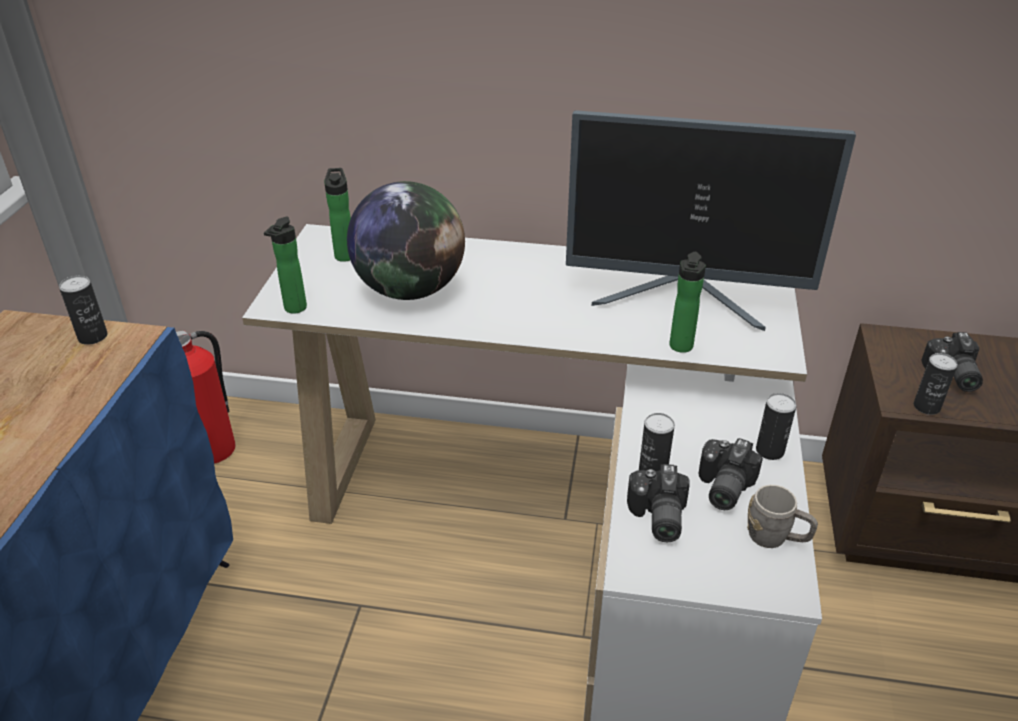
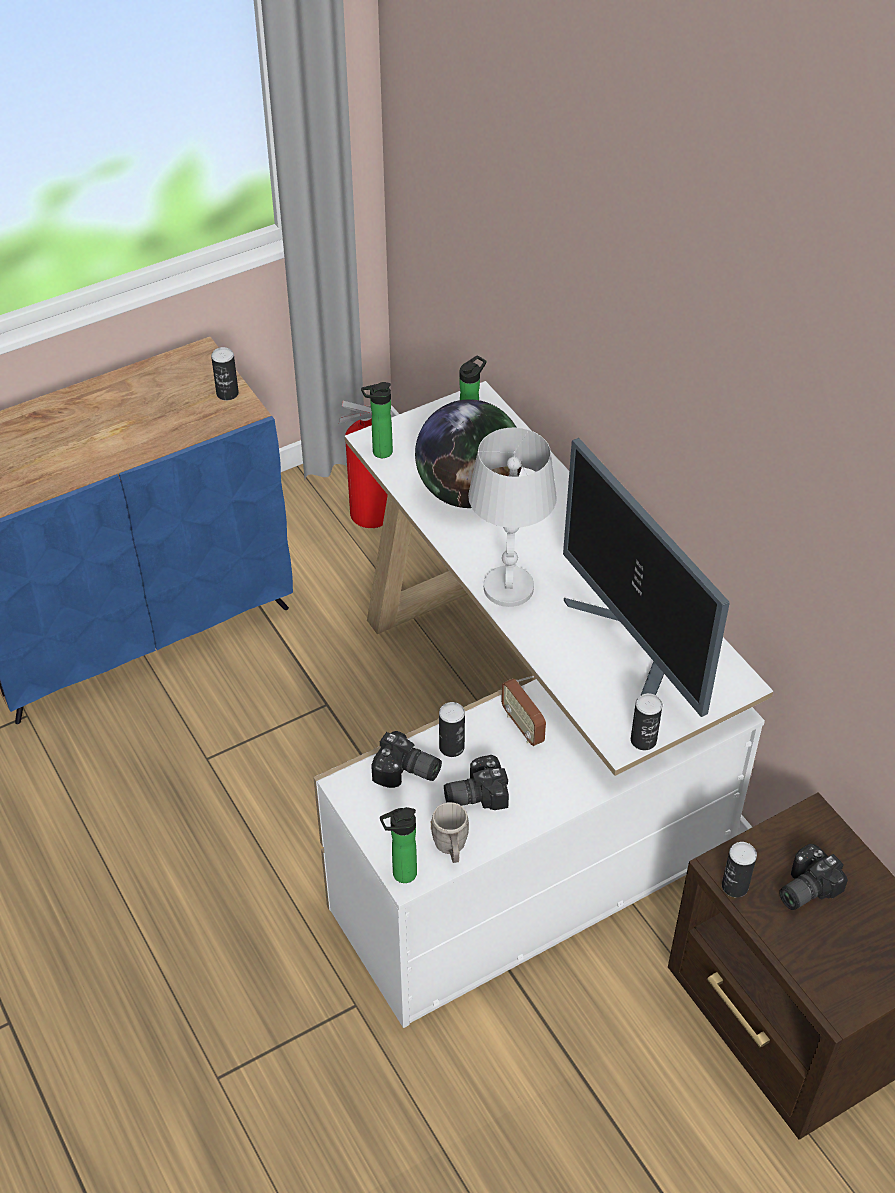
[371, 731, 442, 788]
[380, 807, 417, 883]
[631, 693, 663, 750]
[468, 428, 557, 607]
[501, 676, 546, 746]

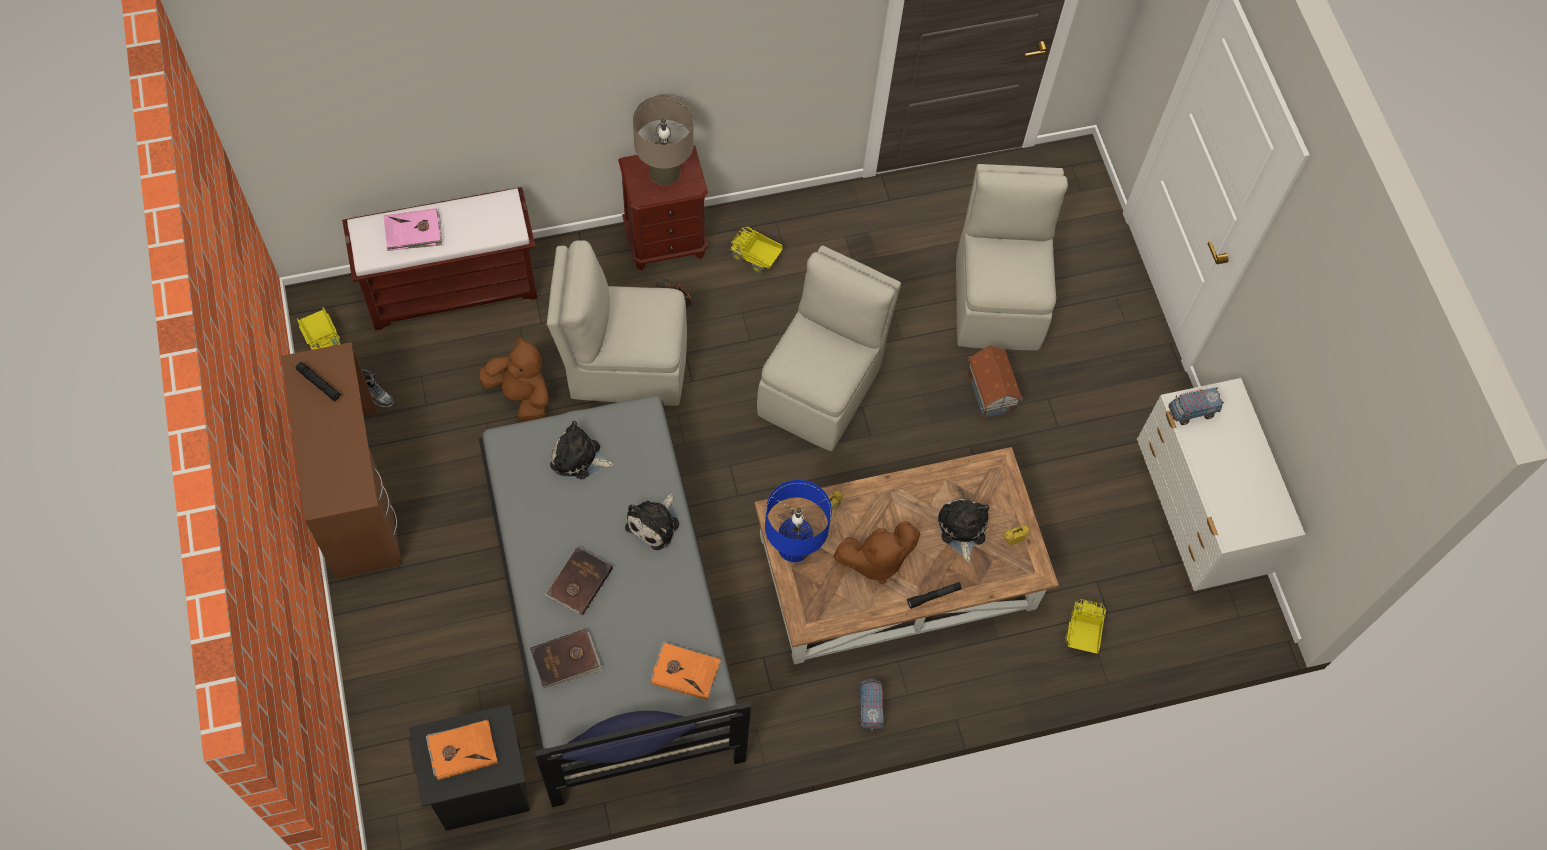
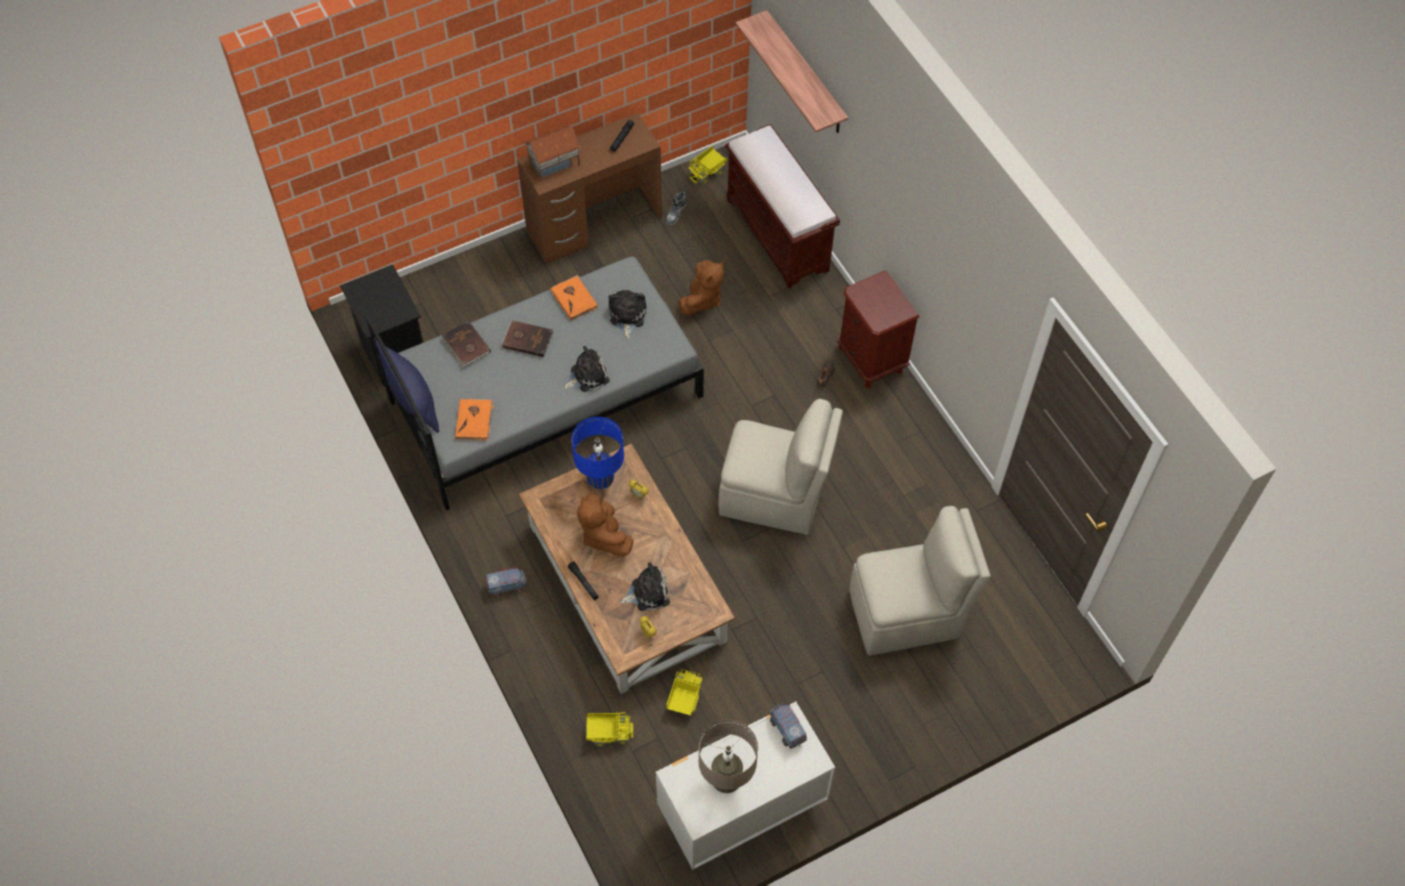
[384, 208, 442, 251] (first image)
[551, 275, 598, 321]
[547, 240, 687, 406] (first image)
[563, 346, 610, 392]
[699, 719, 758, 793]
[666, 669, 702, 715]
[524, 126, 581, 179]
[736, 10, 848, 133]

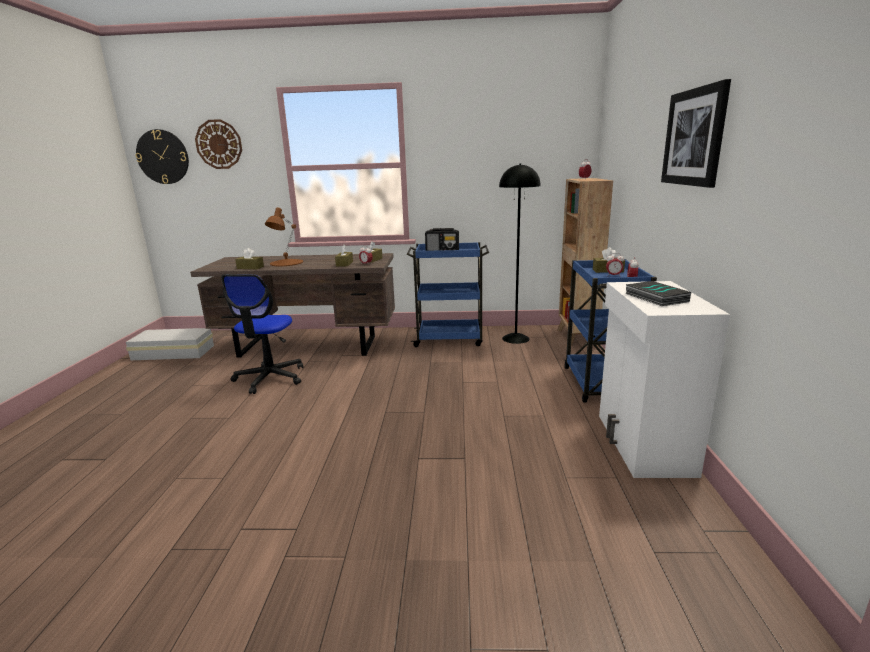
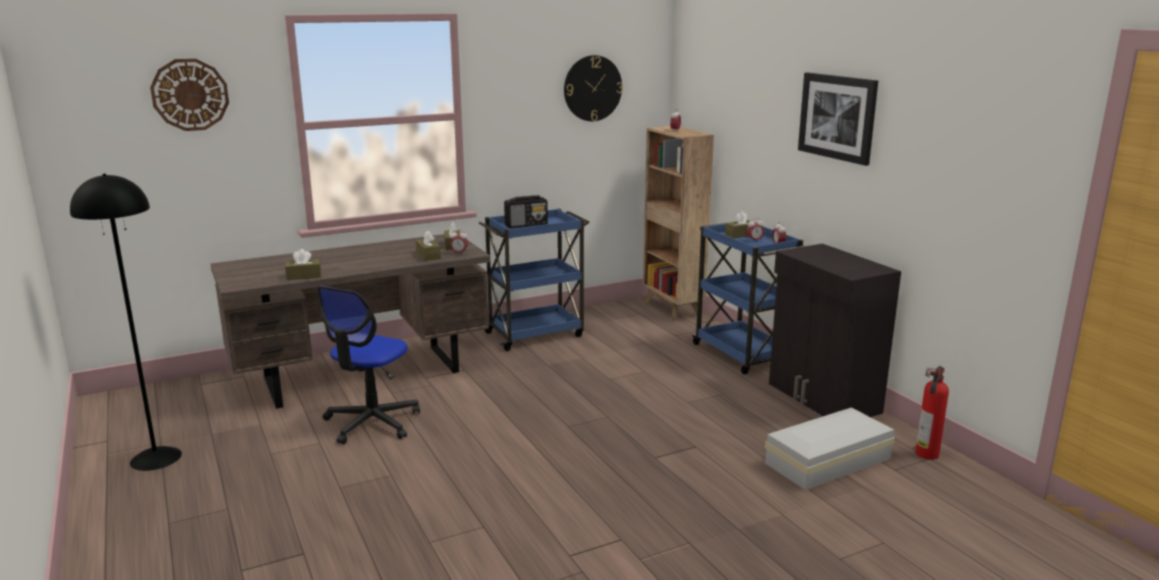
[765, 407, 895, 490]
[564, 55, 623, 121]
[317, 286, 420, 444]
[265, 207, 303, 266] (first image)
[70, 174, 182, 471]
[769, 244, 901, 417]
[625, 281, 691, 306] (first image)
[915, 366, 949, 460]

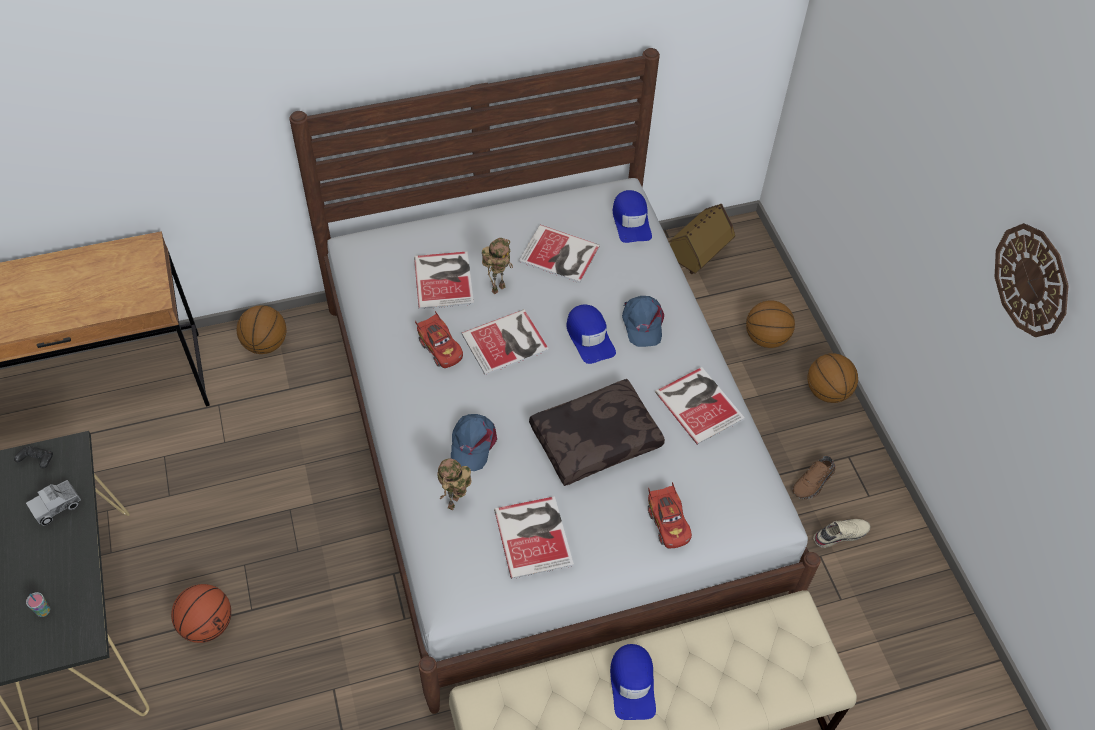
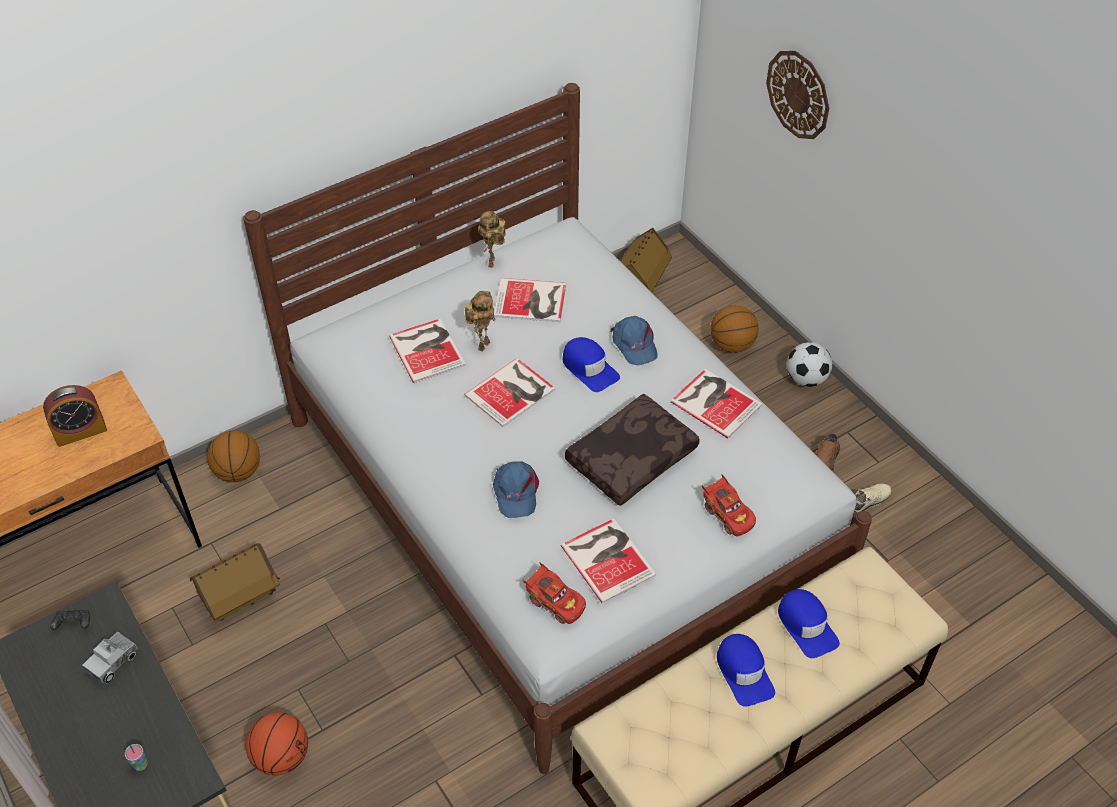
[522, 562, 586, 624]
[478, 211, 506, 267]
[778, 589, 840, 658]
[787, 342, 832, 387]
[766, 51, 829, 139]
[43, 385, 107, 447]
[190, 543, 280, 623]

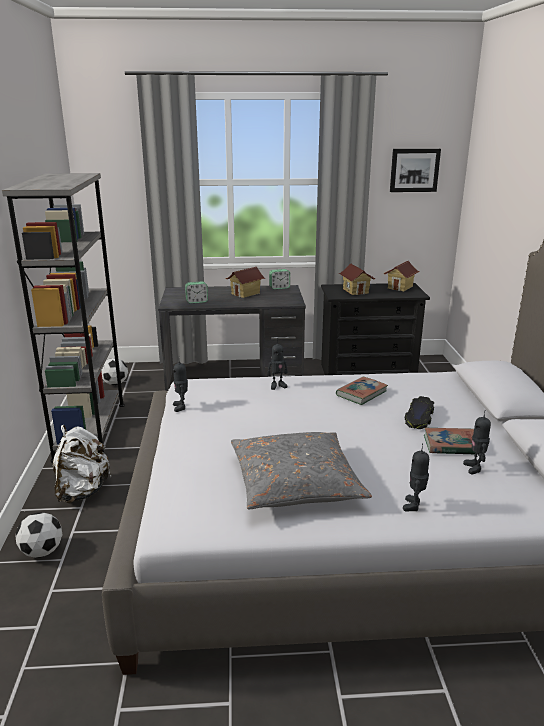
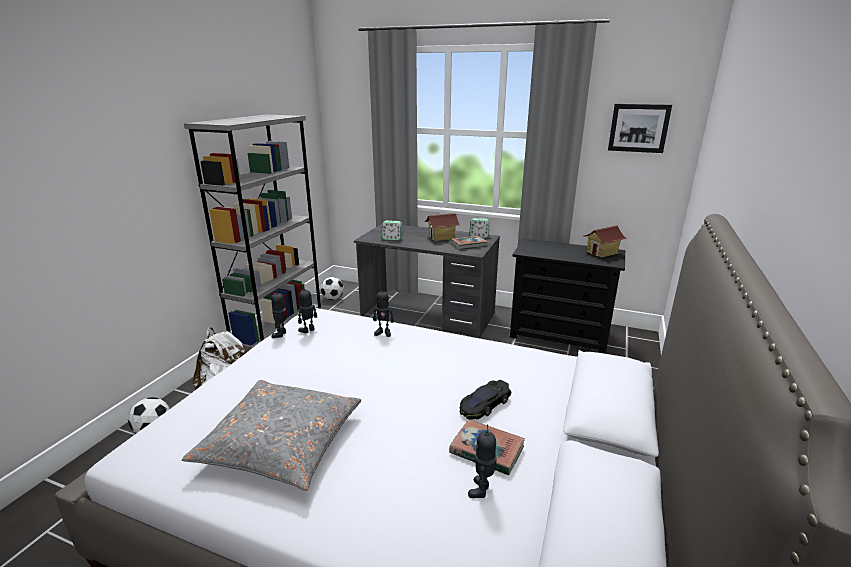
[450, 235, 488, 250]
[339, 264, 376, 295] (first image)
[298, 287, 317, 333]

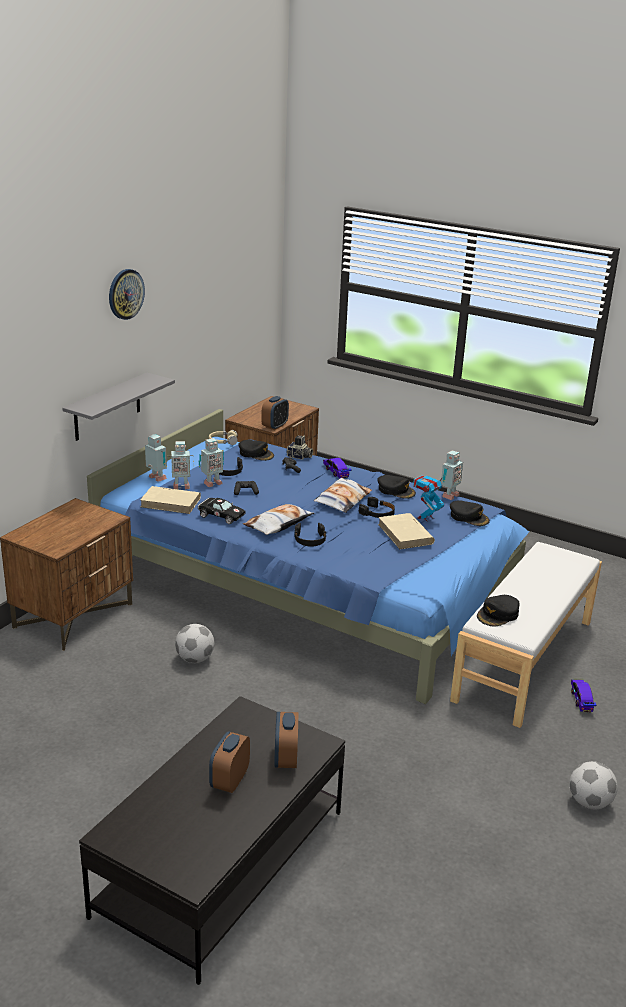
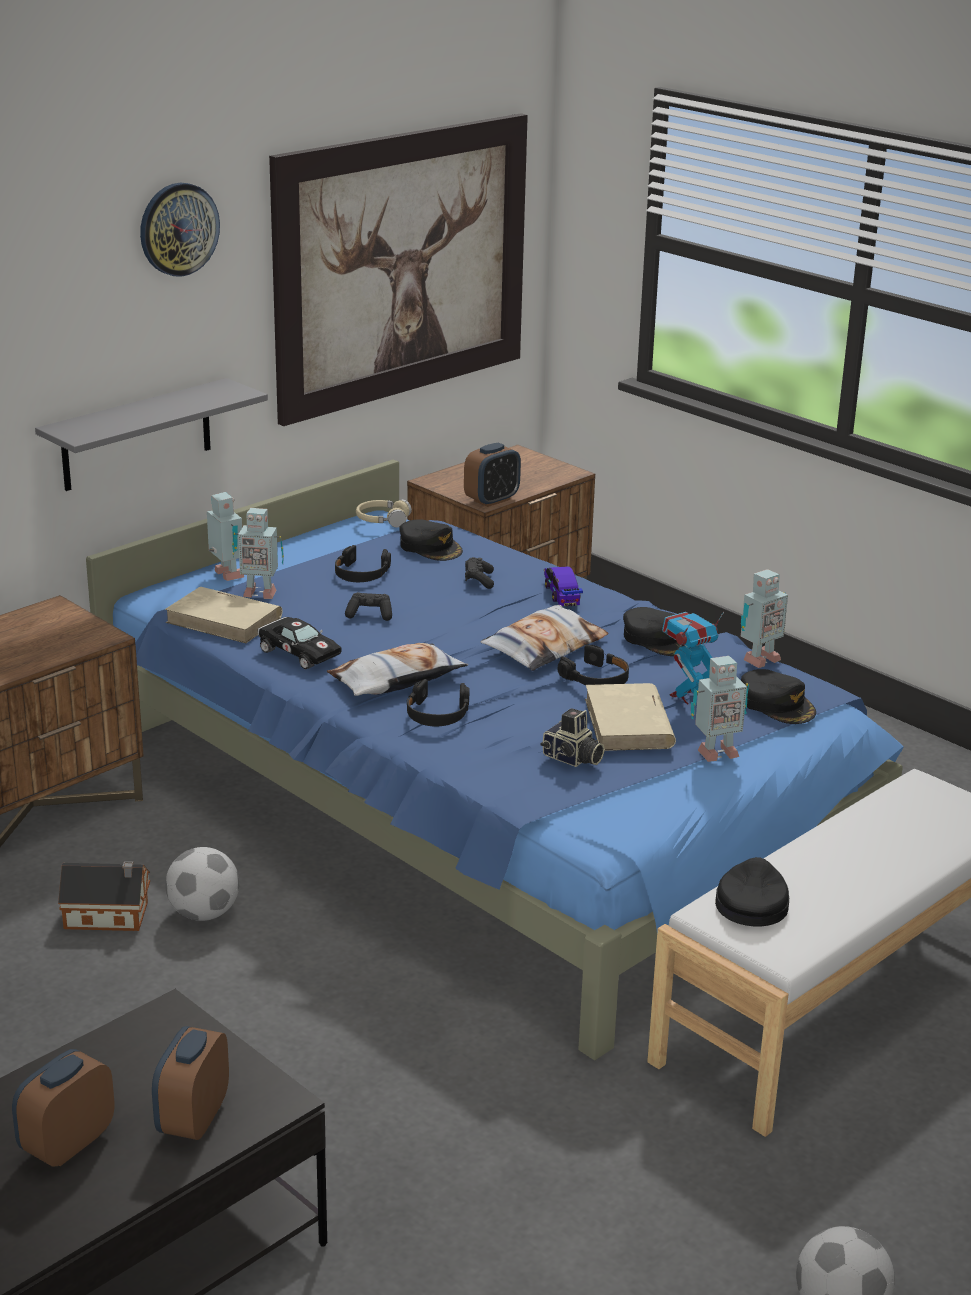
[691, 656, 749, 762]
[540, 708, 605, 767]
[715, 857, 789, 926]
[571, 679, 596, 712] (first image)
[58, 861, 150, 931]
[269, 113, 528, 426]

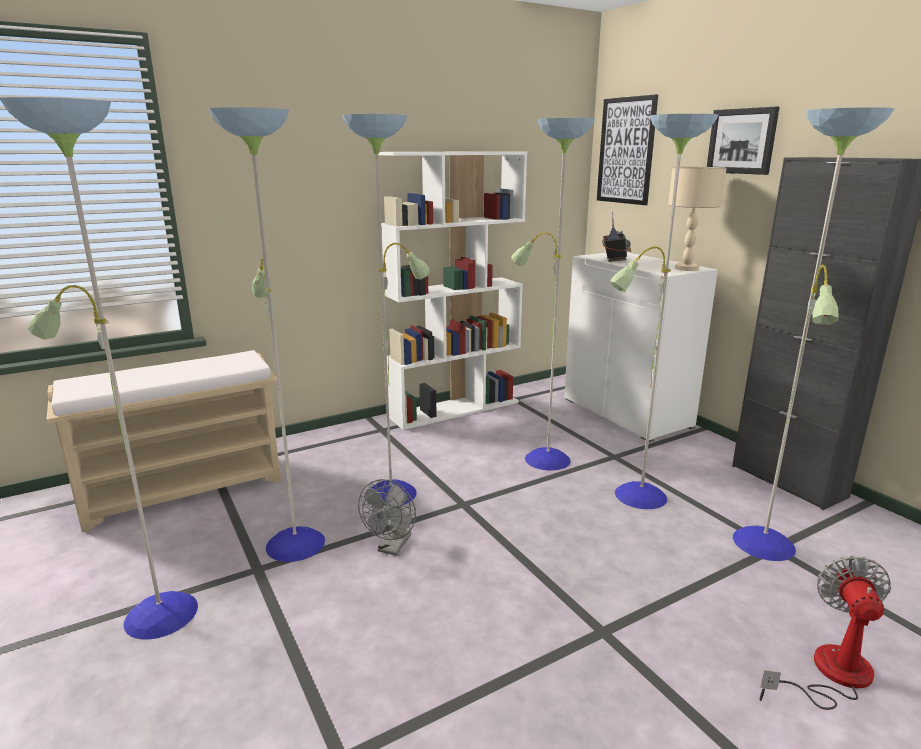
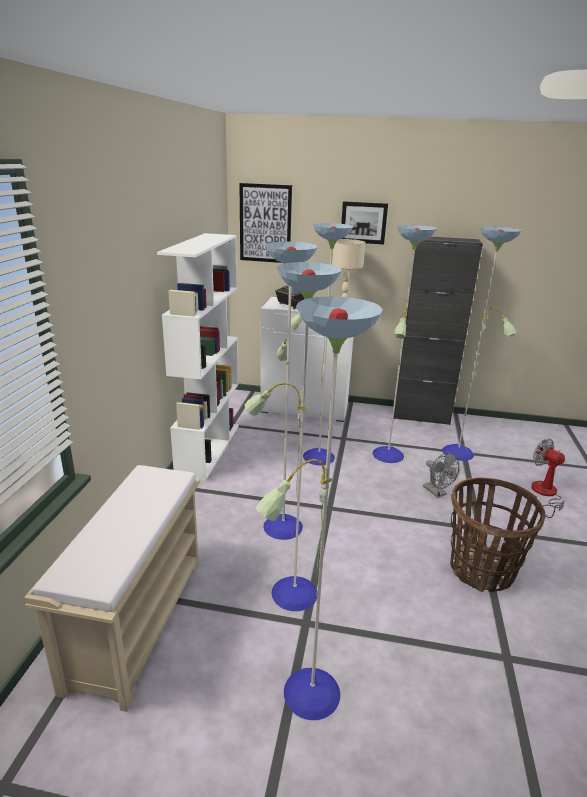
[423, 452, 459, 498]
[450, 477, 546, 592]

